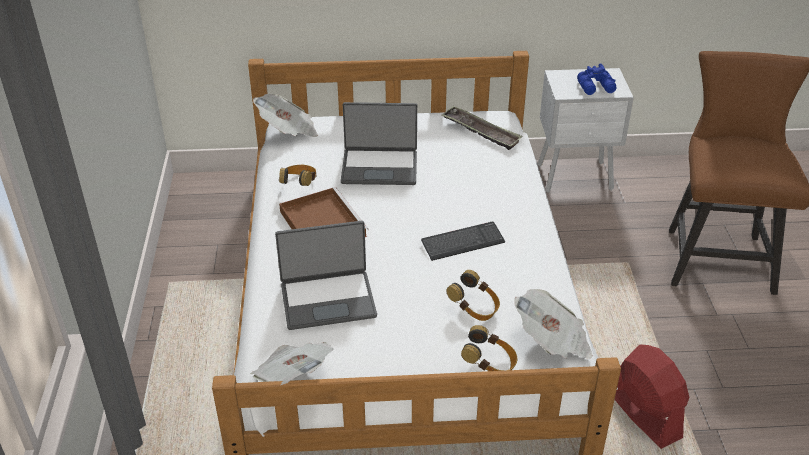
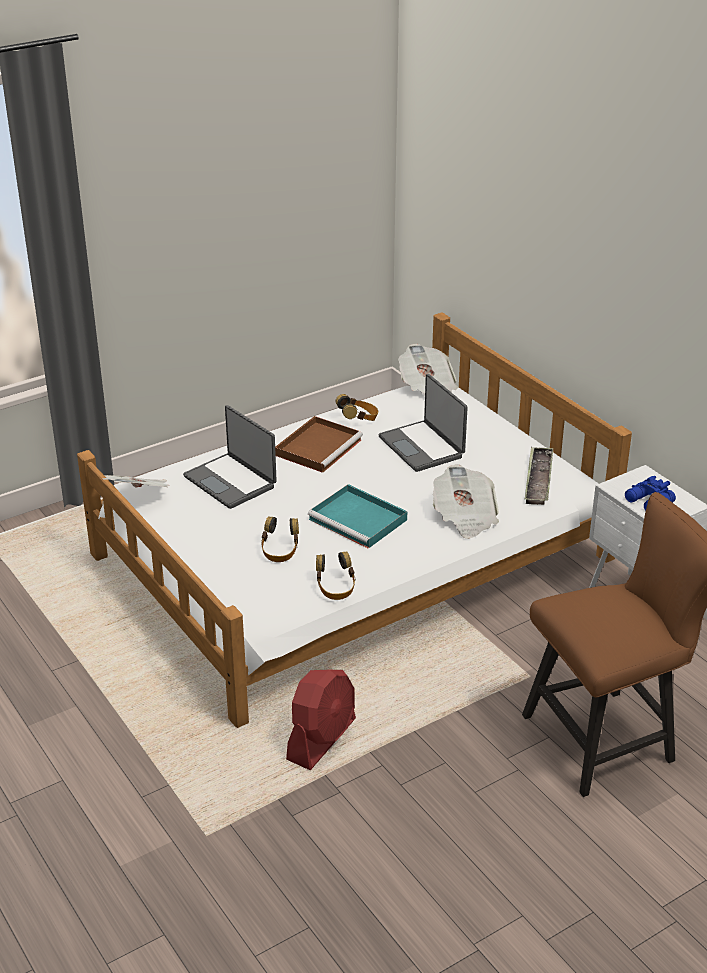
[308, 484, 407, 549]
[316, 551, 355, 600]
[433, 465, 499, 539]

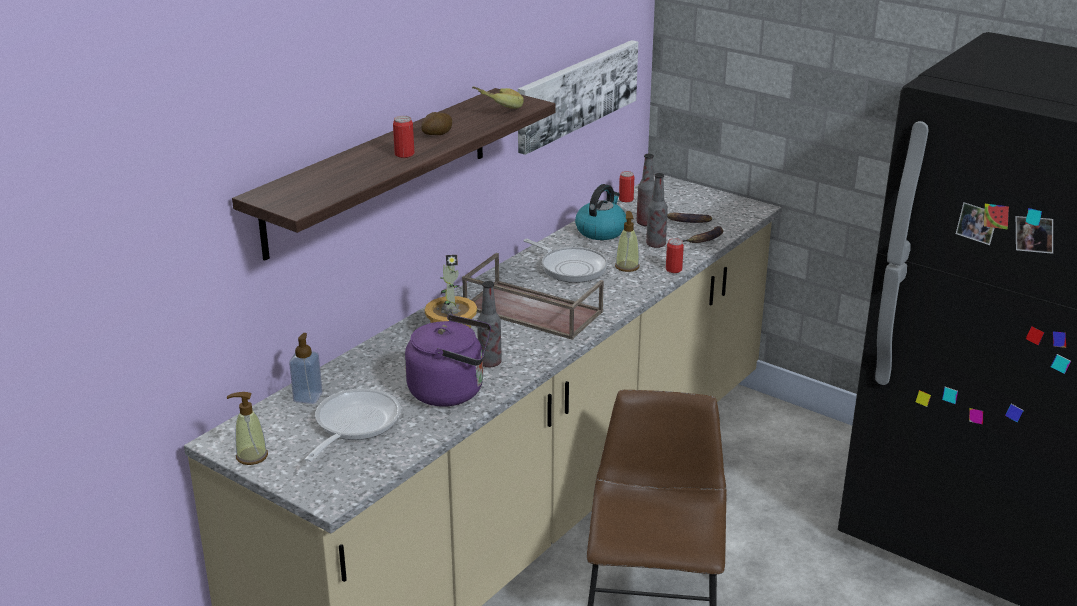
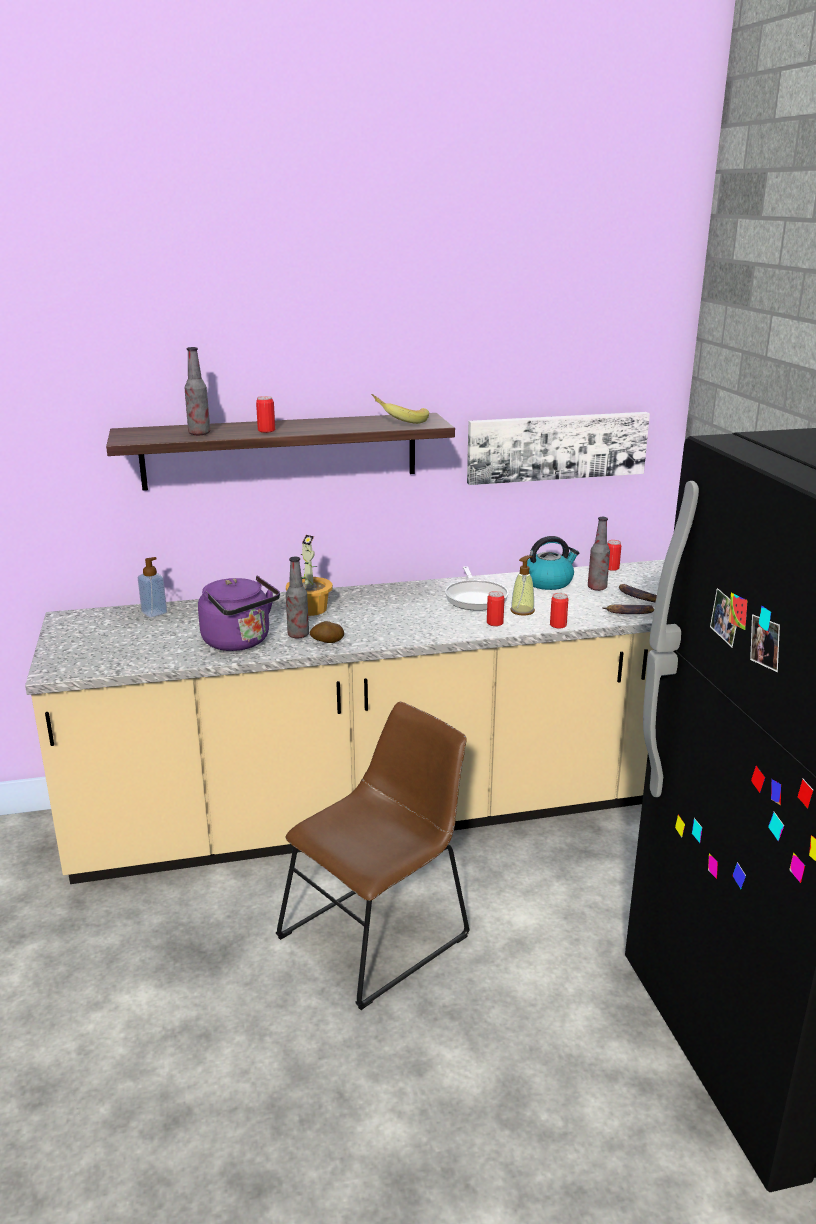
[227, 392, 268, 465] (first image)
[304, 388, 401, 462] (first image)
[309, 621, 344, 643]
[462, 253, 604, 340] (first image)
[185, 347, 210, 435]
[487, 591, 504, 626]

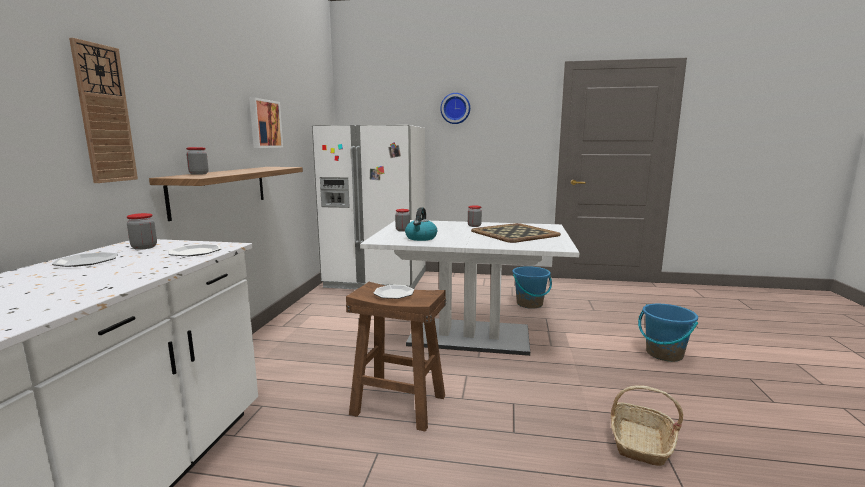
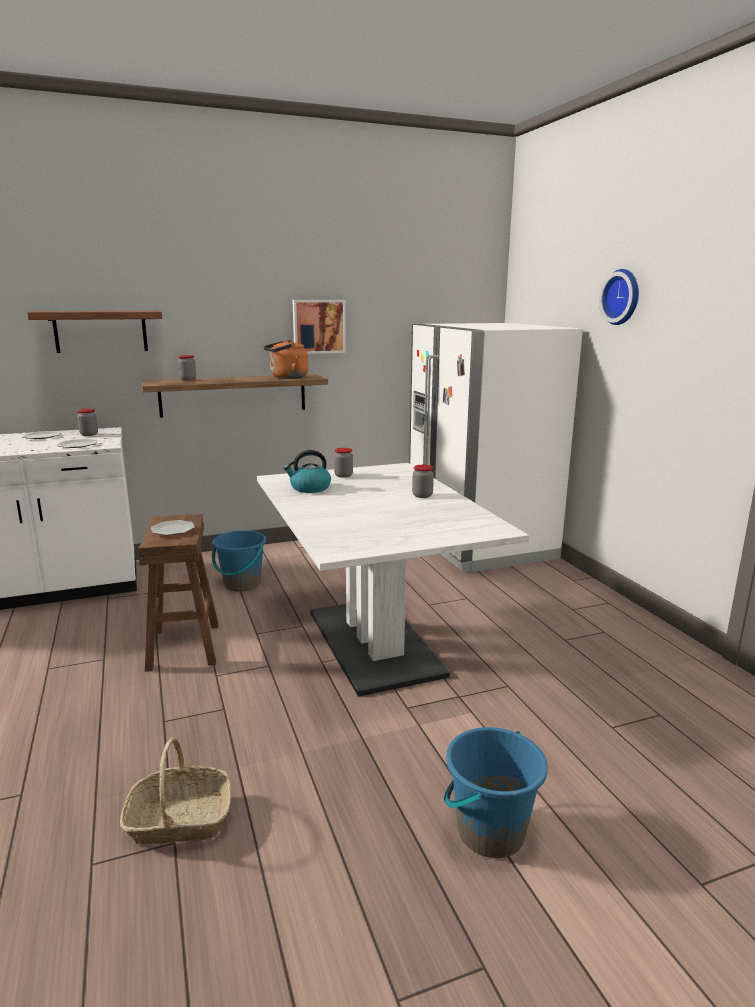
[27, 311, 162, 353]
[471, 223, 561, 243] (first image)
[212, 530, 266, 592]
[264, 340, 308, 379]

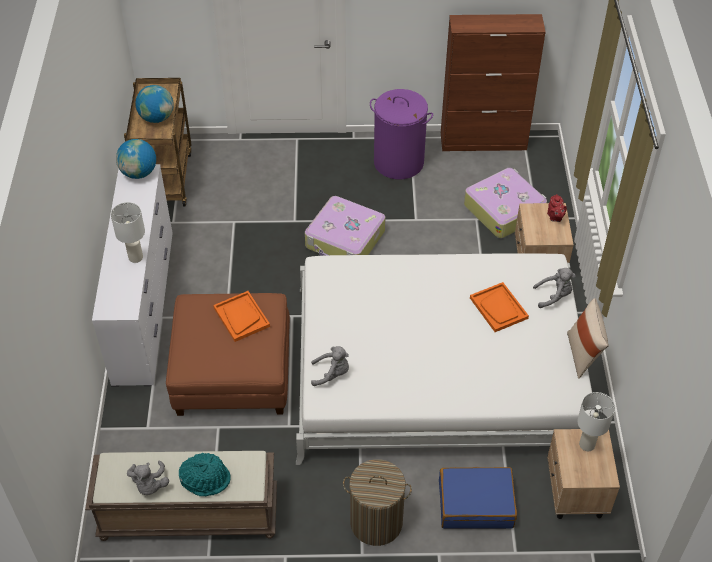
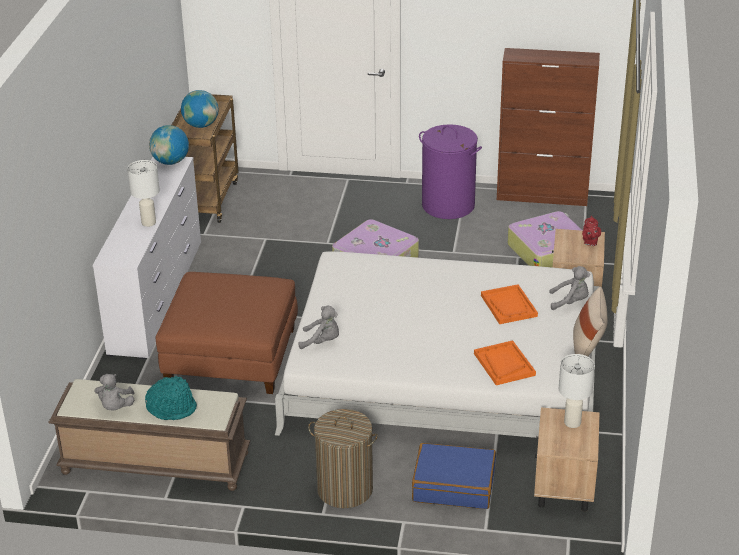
[474, 340, 536, 385]

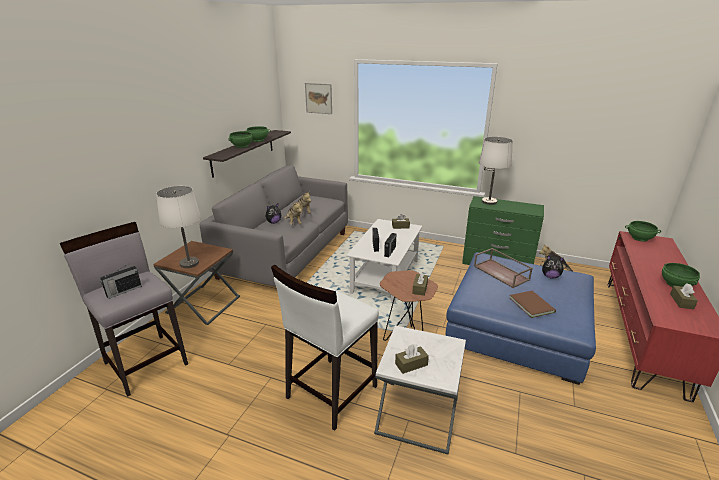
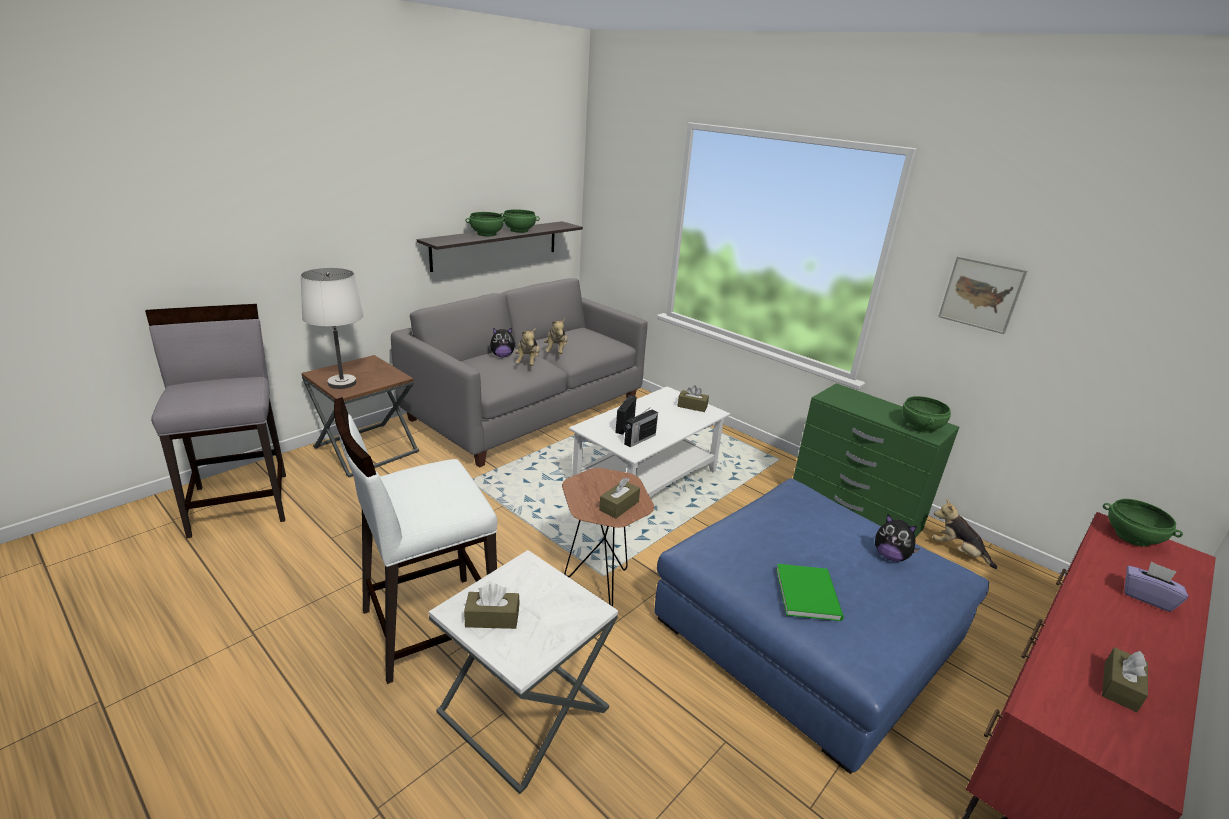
[100, 263, 142, 299] (first image)
[938, 256, 1028, 334]
[474, 248, 533, 288] (first image)
[479, 137, 513, 205] (first image)
[776, 564, 844, 621]
[902, 396, 951, 433]
[1124, 561, 1188, 612]

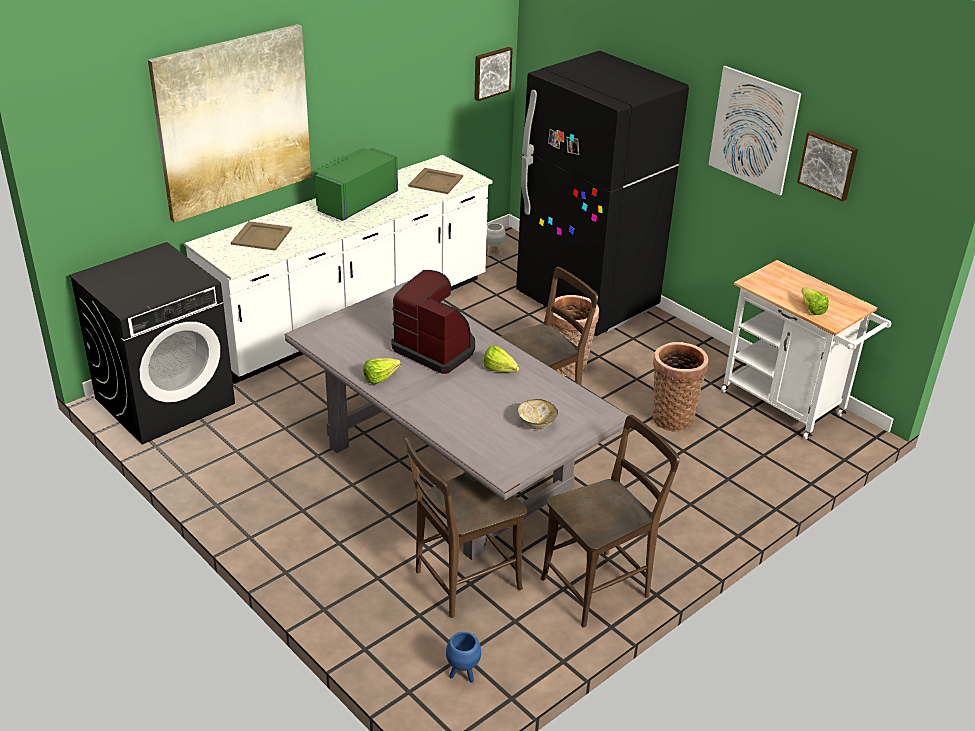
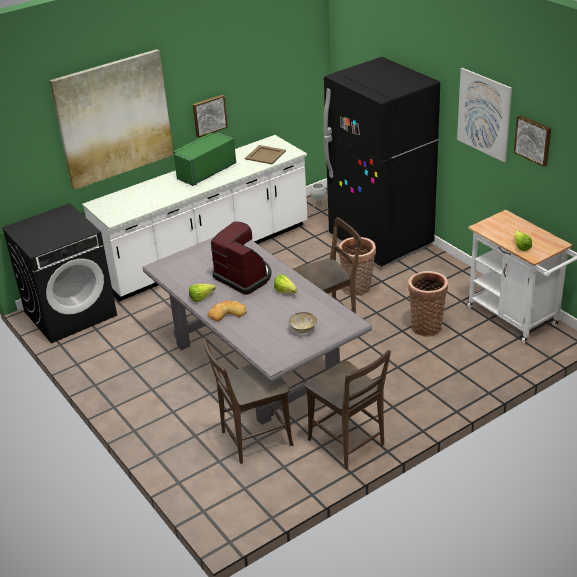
[231, 221, 292, 251] (first image)
[446, 632, 481, 683] (first image)
[193, 95, 228, 138]
[305, 350, 391, 469]
[208, 300, 247, 322]

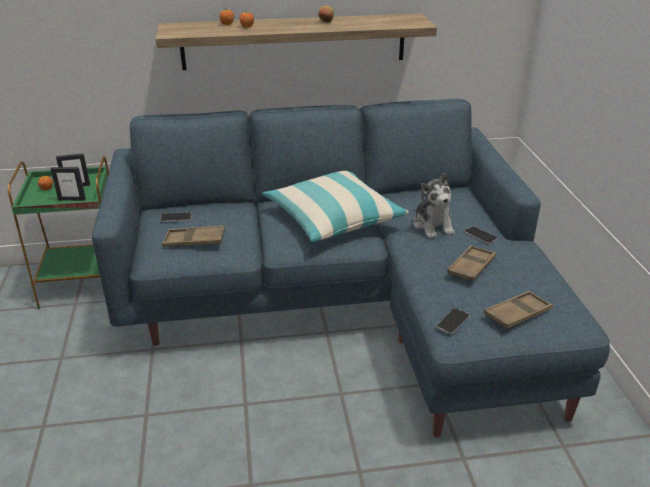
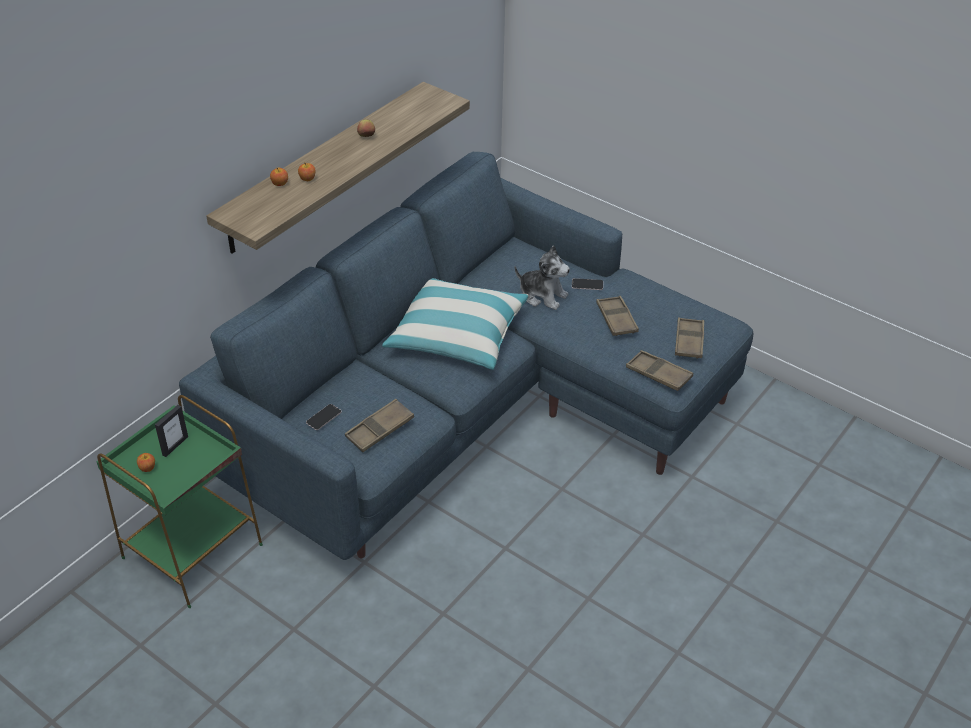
[51, 167, 86, 201] (first image)
[626, 350, 693, 391]

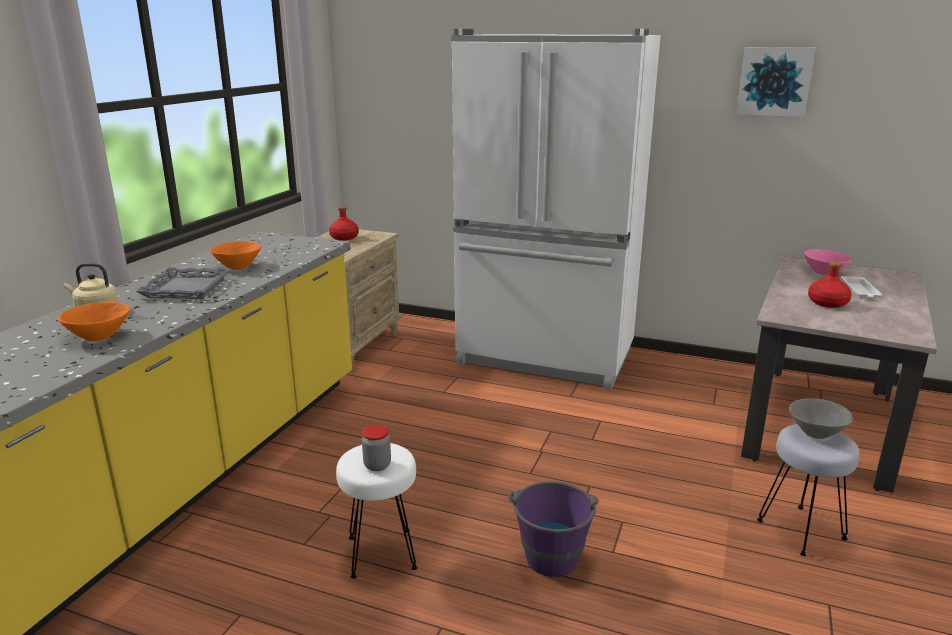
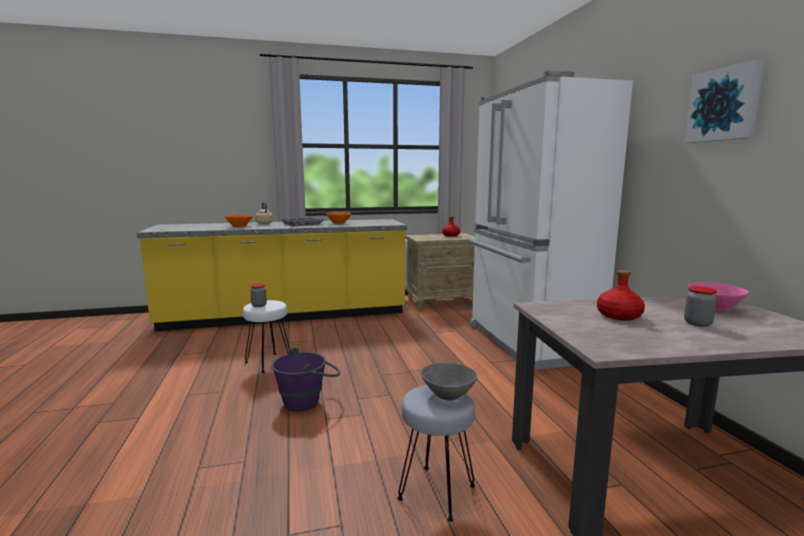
[684, 286, 717, 327]

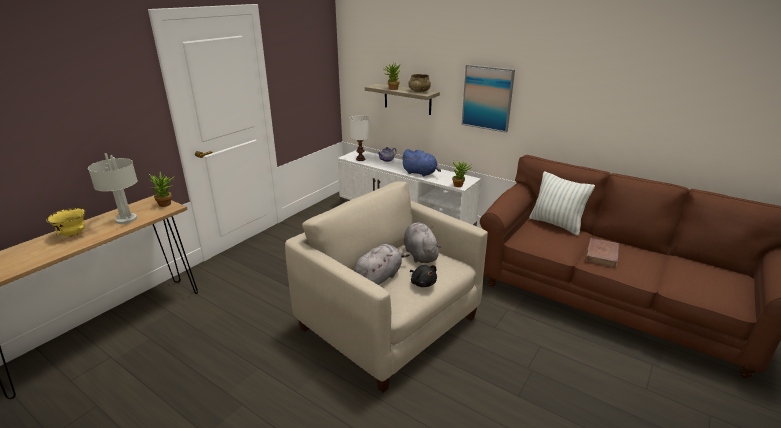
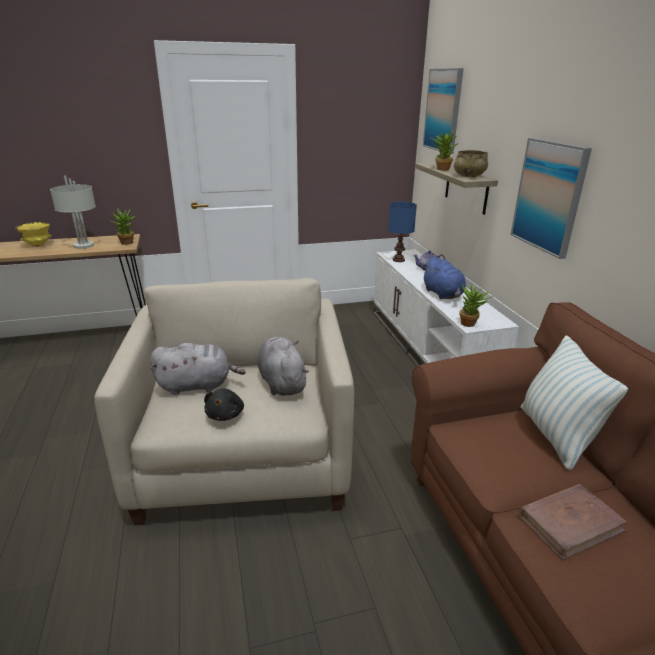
[388, 202, 417, 262]
[258, 337, 309, 396]
[423, 68, 464, 154]

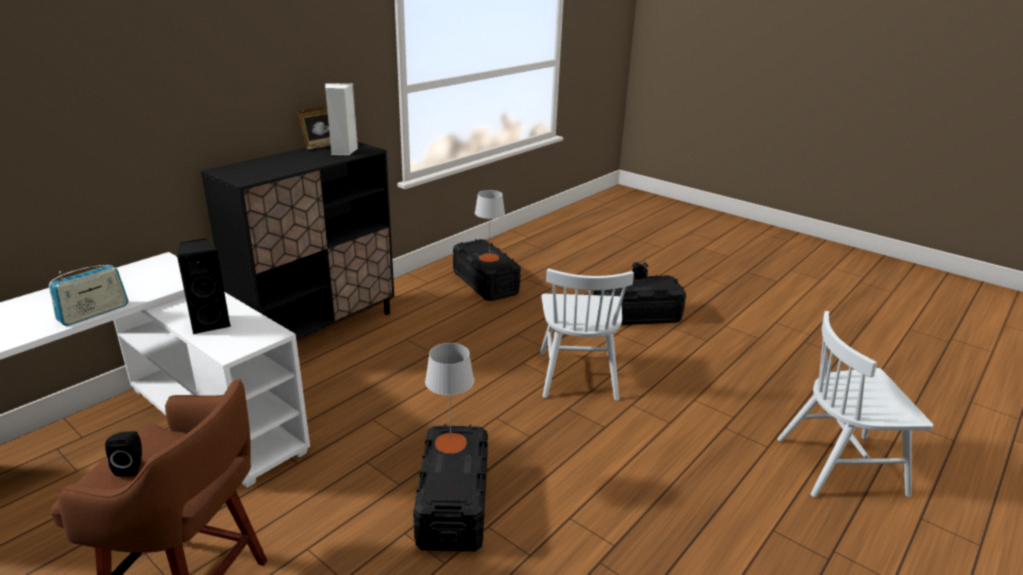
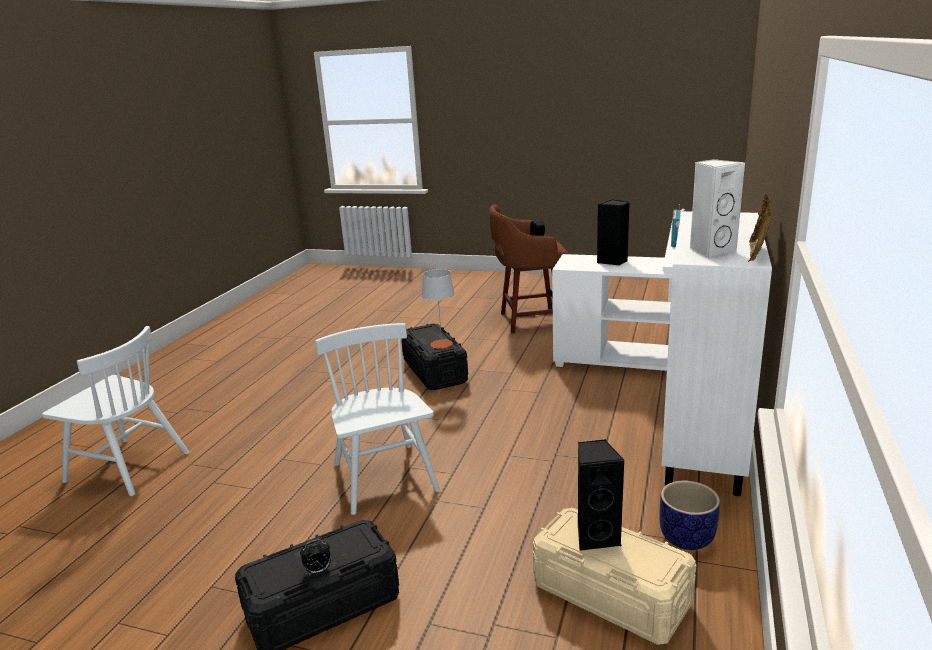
[661, 212, 772, 496]
[533, 508, 696, 645]
[578, 439, 625, 551]
[42, 326, 189, 496]
[659, 481, 720, 550]

